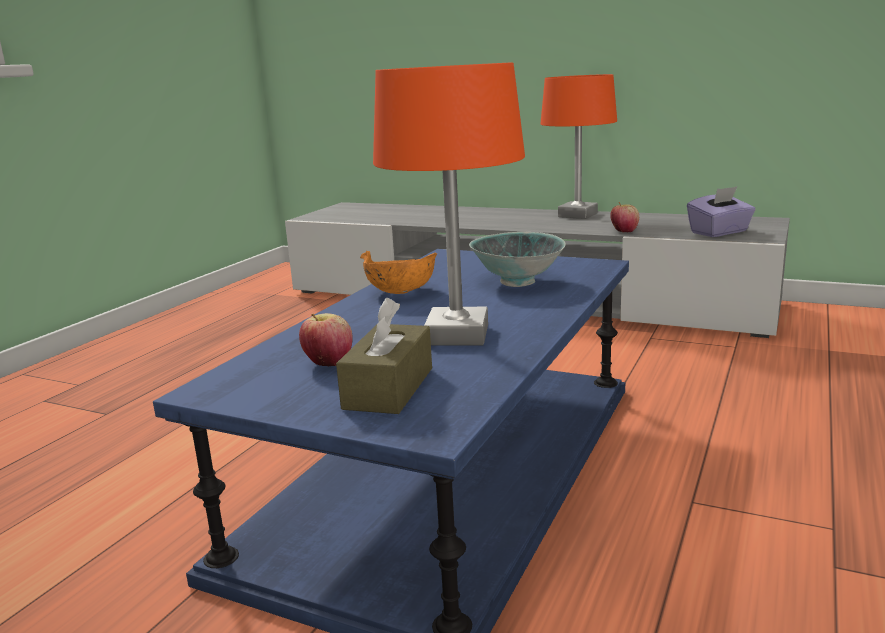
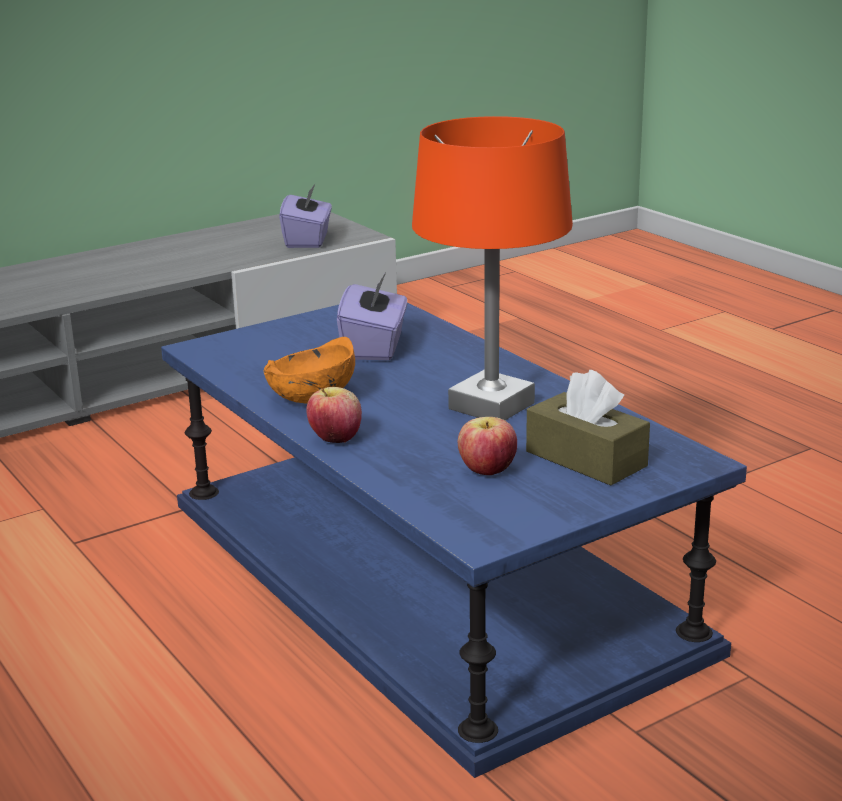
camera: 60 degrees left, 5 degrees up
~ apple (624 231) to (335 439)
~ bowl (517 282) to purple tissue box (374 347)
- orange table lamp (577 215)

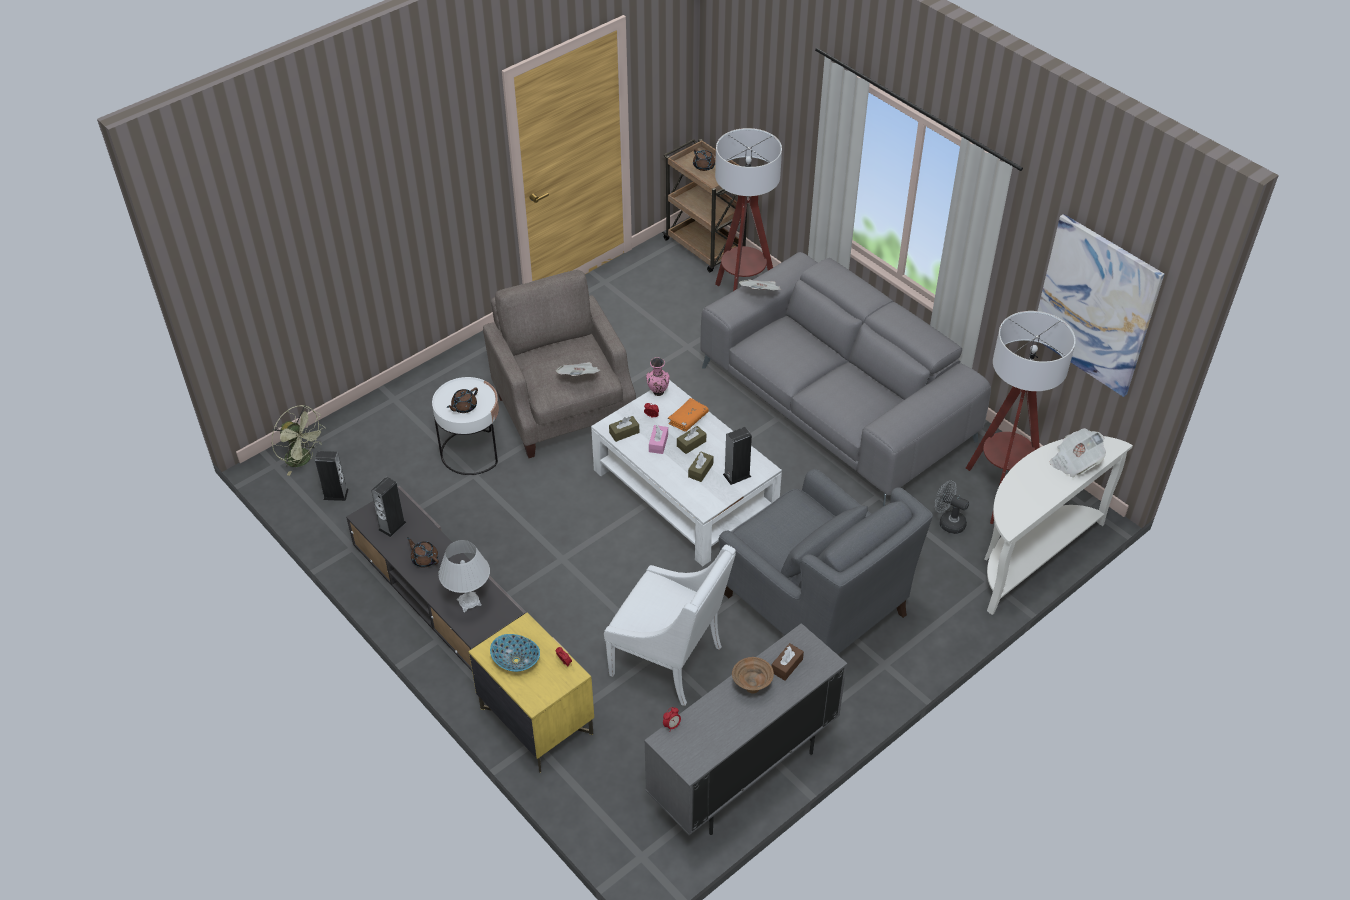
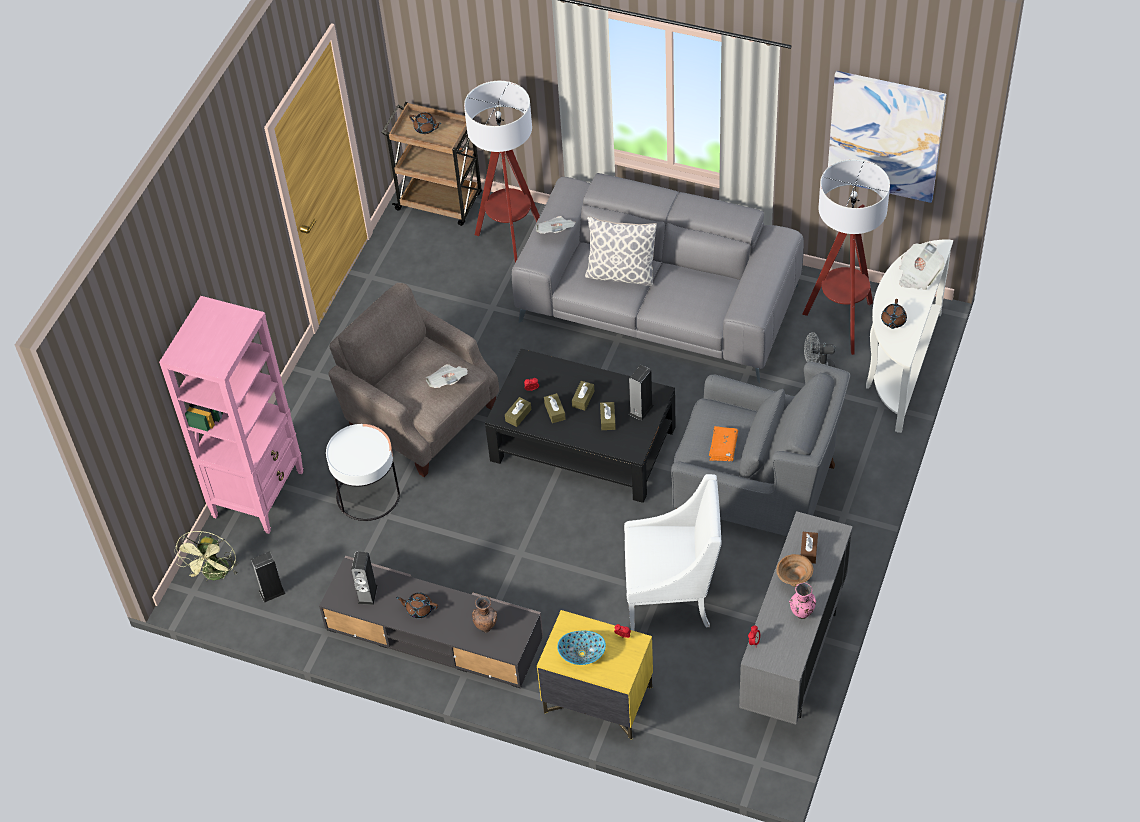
camera: 25 degrees left, 5 degrees up
+ pink bookcase (259 493)
~ green fan (303 460) = (215 575) 90 degrees clockwise
~ white table lamp (469 602) to brown vase (486 627)
~ white coffee table (685 492) to black coffee table (583 444)
~ pink tissue box (658 443) to brown tissue box (555 411)
+ pillow (620 274)
~ orange book (688 419) to (723 447)
~ pink vase (657 393) to (801 615)
~ brown teapot (464 407) to (893 321)

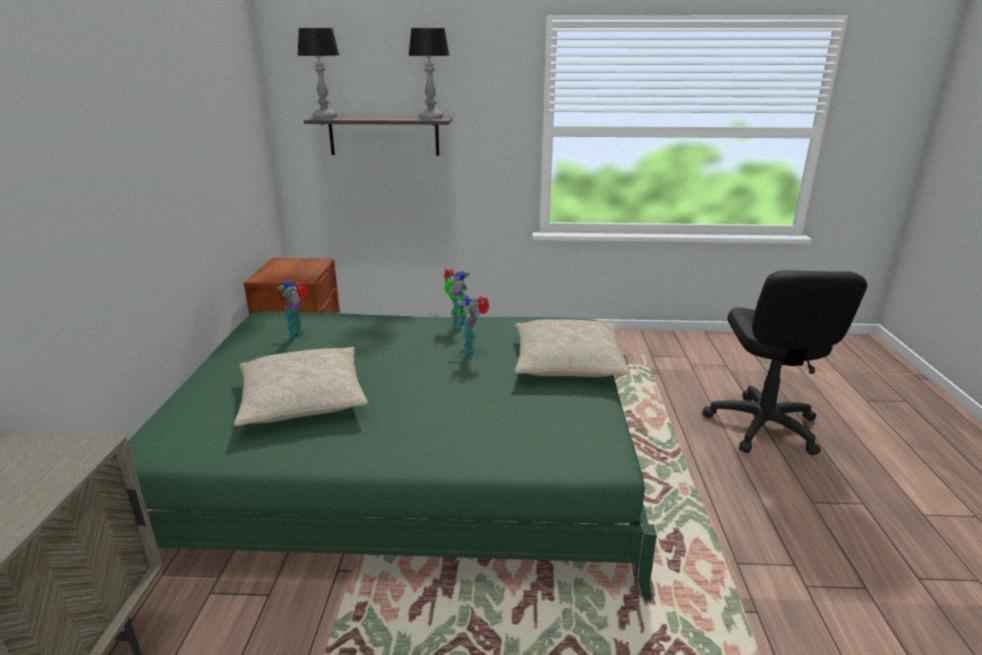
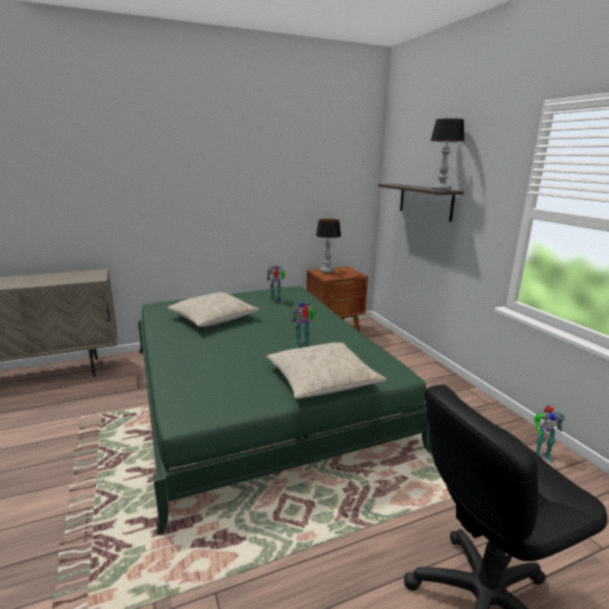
camera: 65 degrees right, 5 degrees down
~ table lamp (324 117) to (327 271)
~ toy robot (458 324) to (541 454)

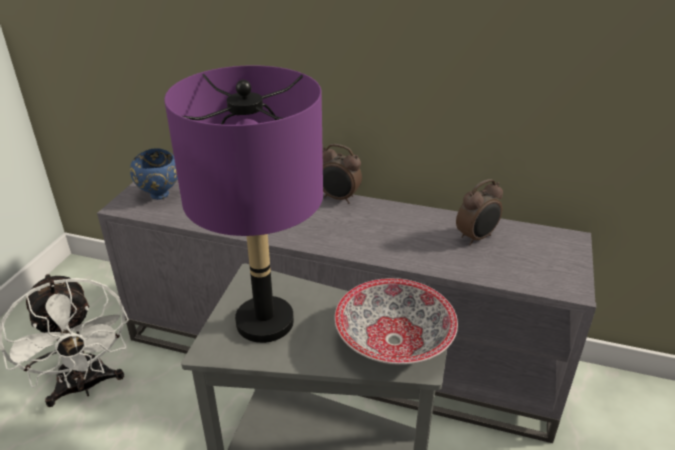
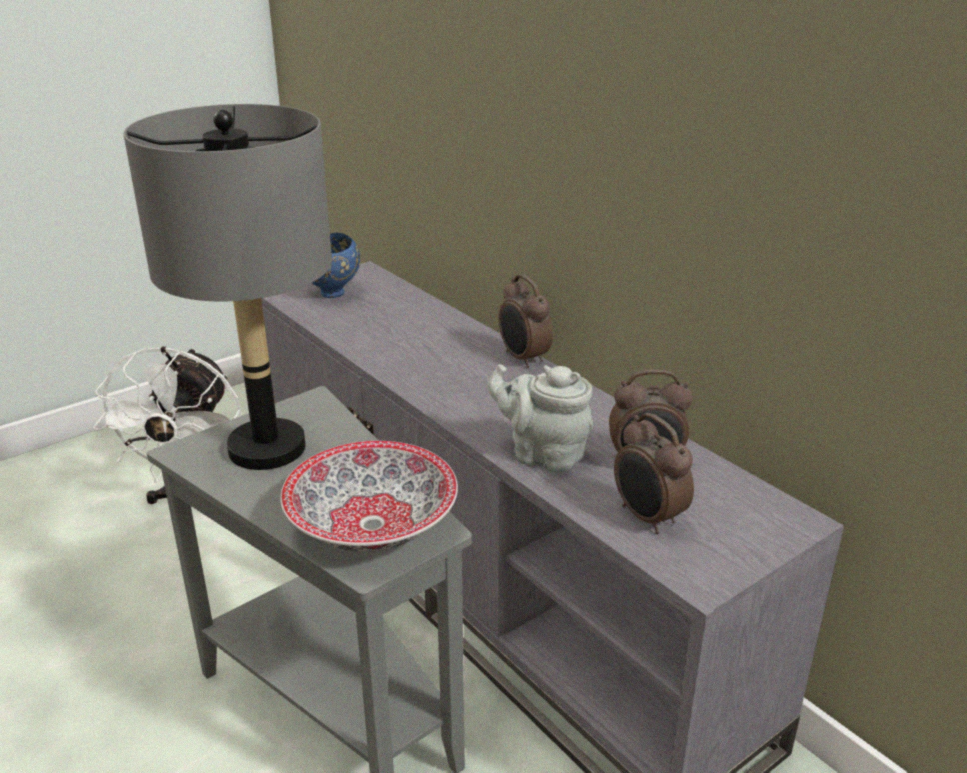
camera: 35 degrees right, 5 degrees down
~ purple table lamp (265 322) to grey table lamp (267 449)
+ grey teapot (543 454)
+ alarm clock (647 518)

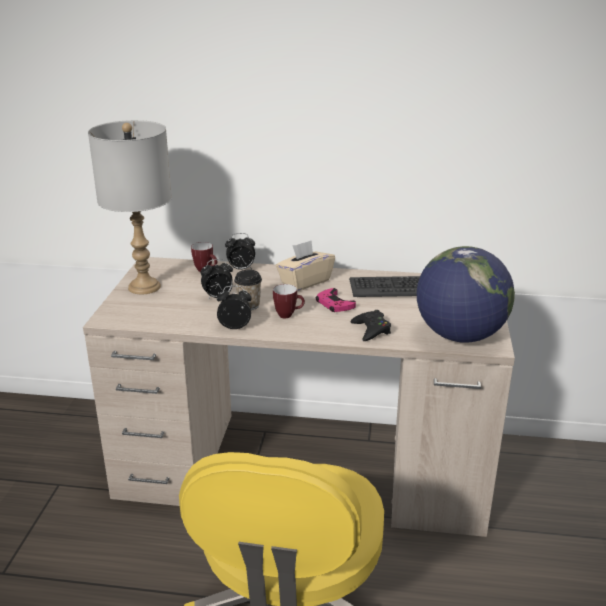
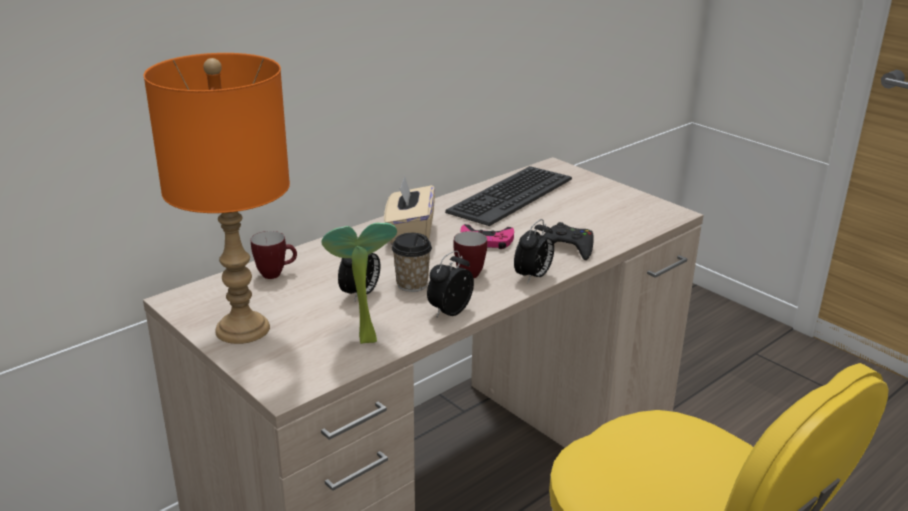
camera: 50 degrees left, 0 degrees up
~ grey table lamp (144 287) to orange table lamp (241 329)
+ potted plant (362 337)
~ alarm clock (241 269) to (533 277)
- globe (460 336)

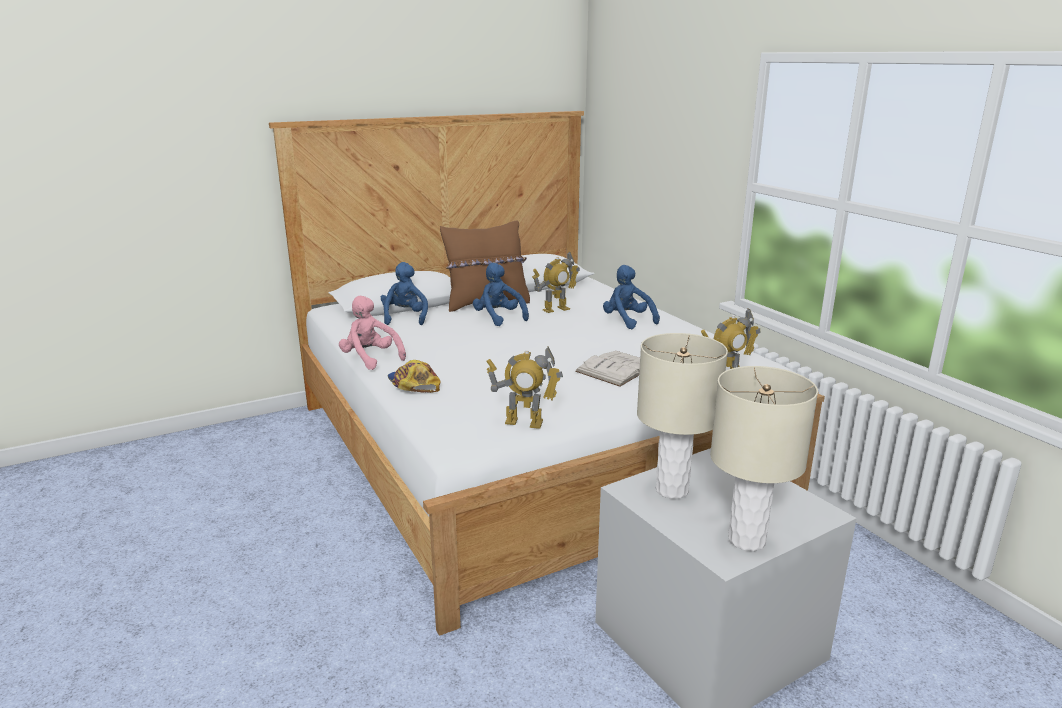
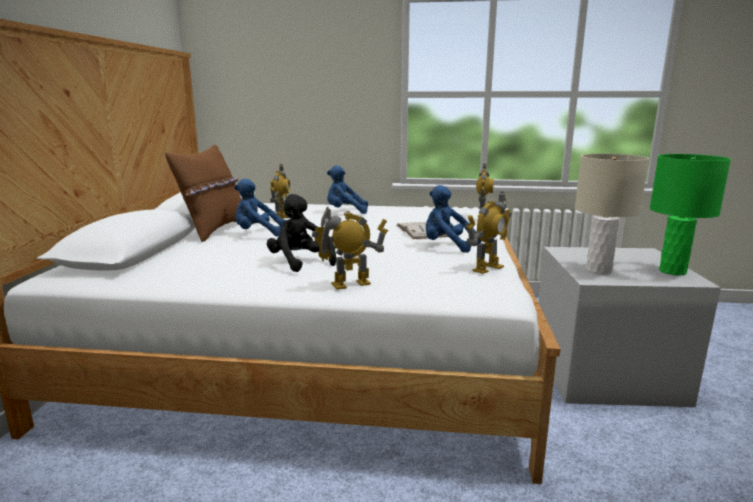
camera: 55 degrees left, 5 degrees down
+ black plush toy (300 262)
~ cap (413 384) to toy robot (351 284)
~ blue plush toy (404 318) to (447 246)
~ beige table lamp (746 540) to green table lamp (672 271)
- pink plush toy (370 359)

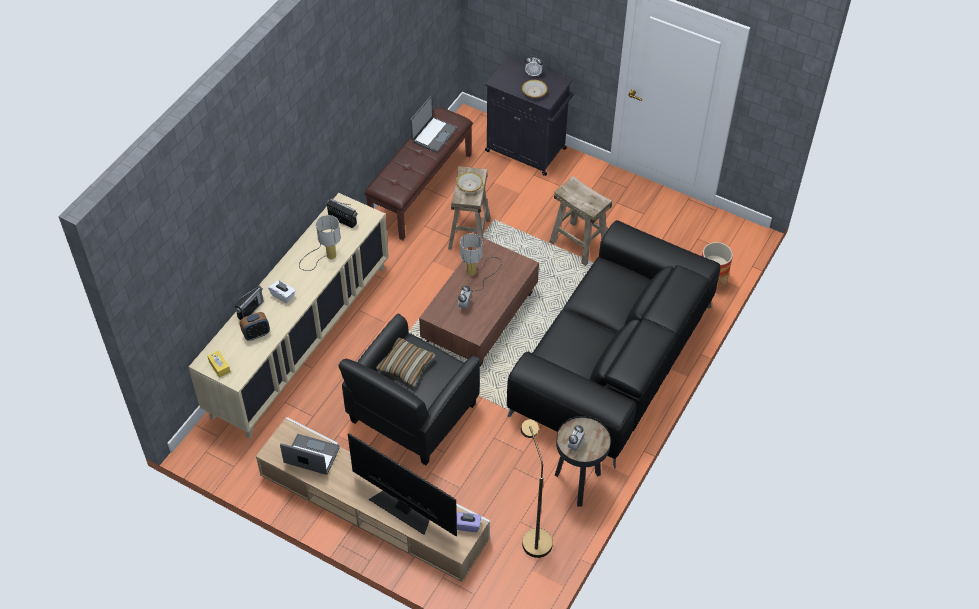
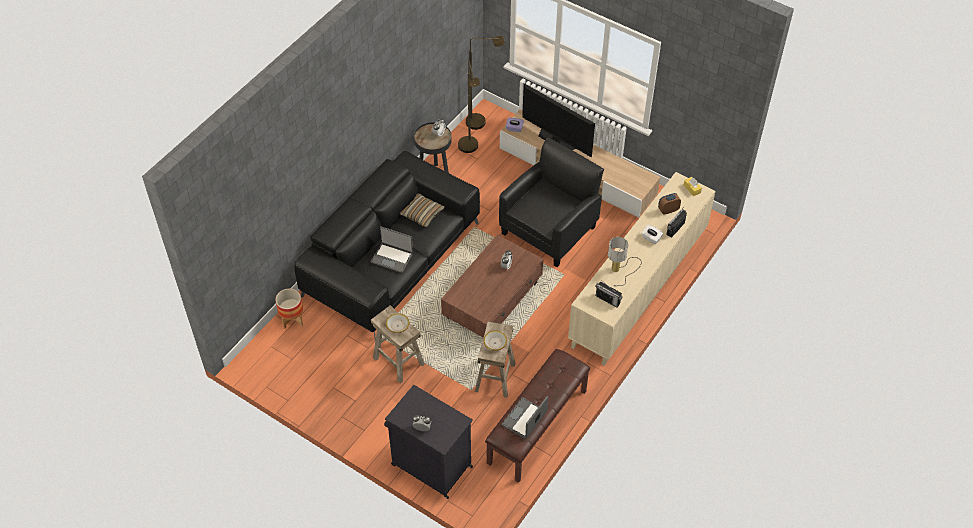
camera: 175 degrees left, 0 degrees up
~ laptop (311 456) to (392 257)
~ bowl (534 92) to (397 326)
~ pillow (406 366) to (422 214)
+ brown floor lamp (481 122)
- table lamp (477 272)

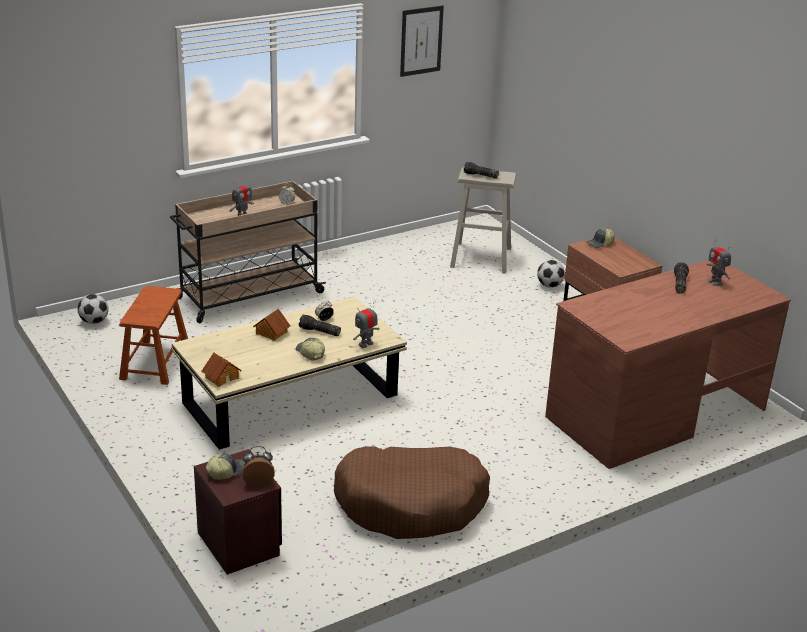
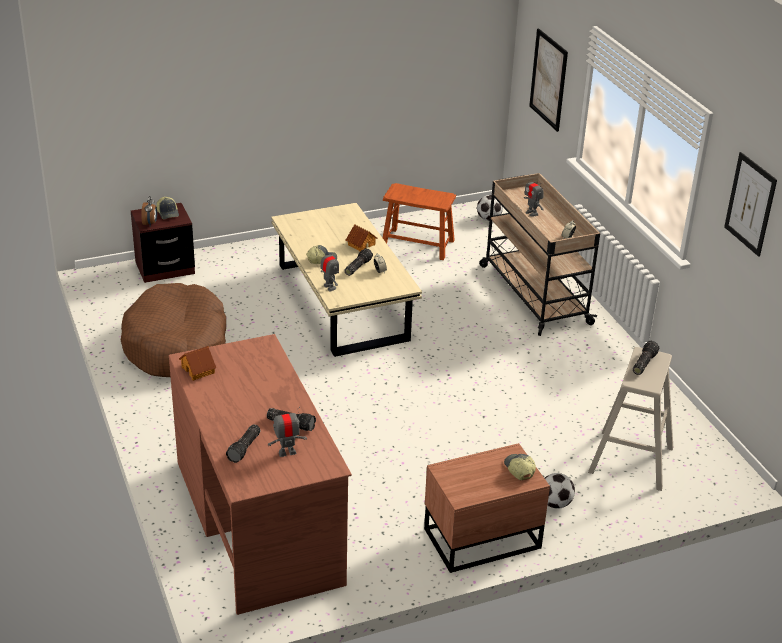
camera: 100 degrees right, 5 degrees up
~ toy house (221 377) to (198 370)
+ flashlight (245 449)
+ picture (548 79)

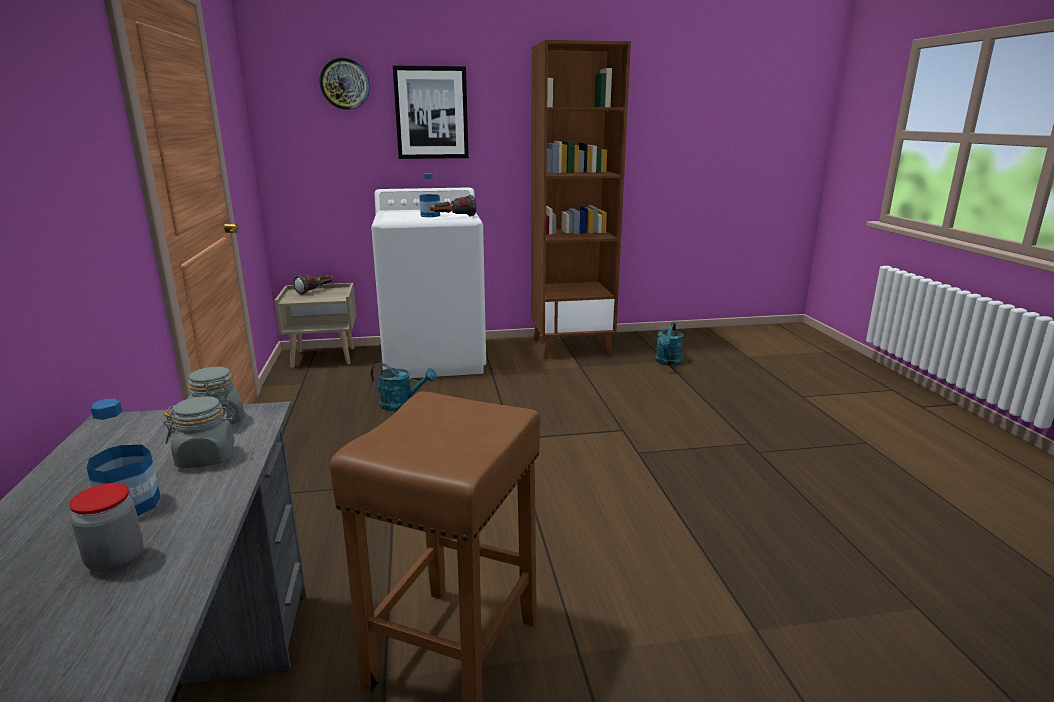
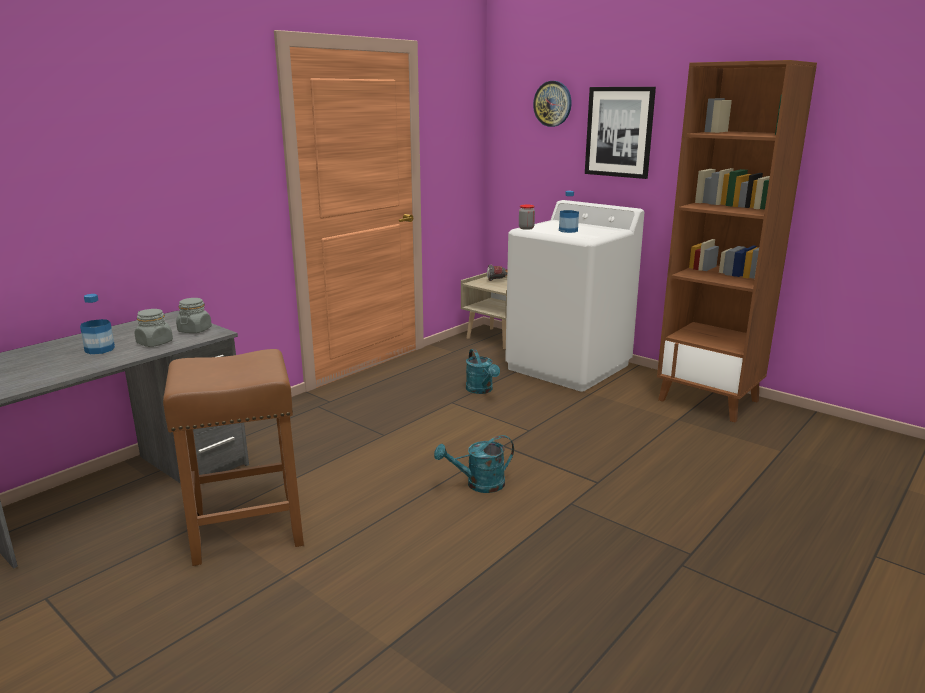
camera: 50 degrees right, 0 degrees up
~ turquoise watering can (667 362) to (478 485)
~ jar (116 560) to (526 228)
- flashlight (453 217)

